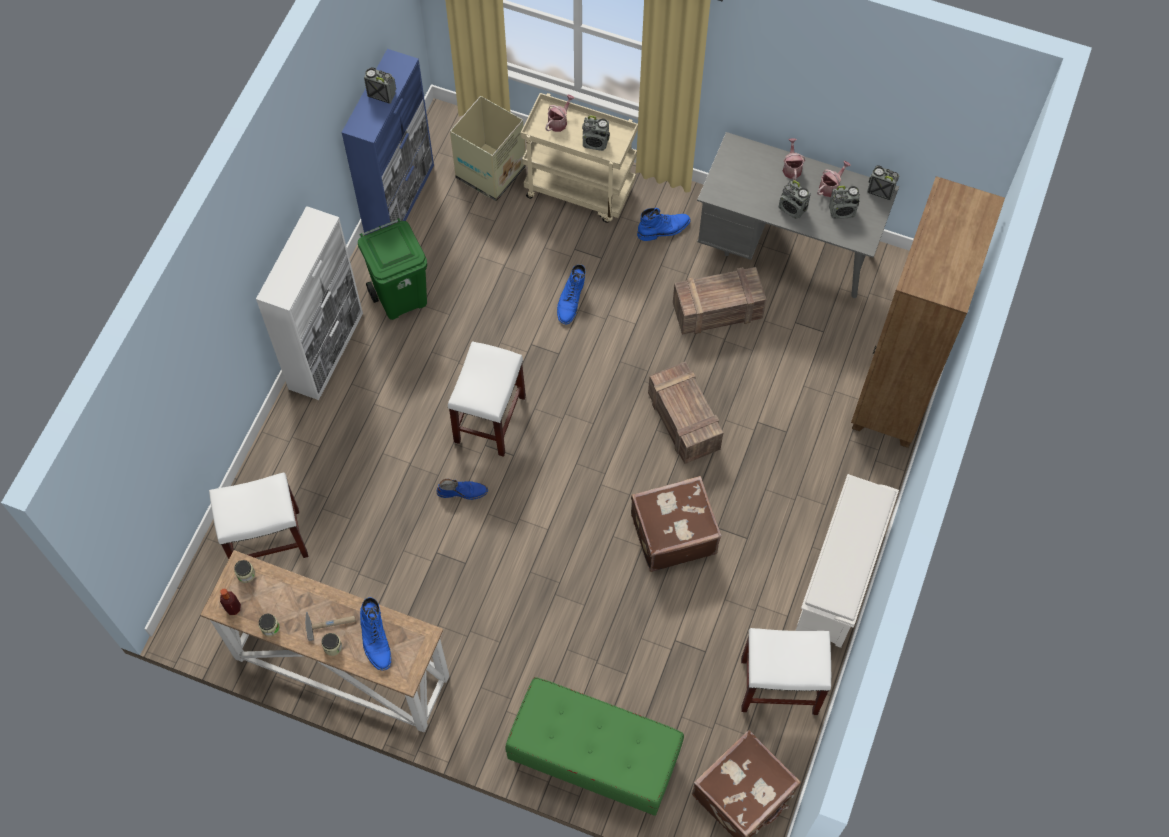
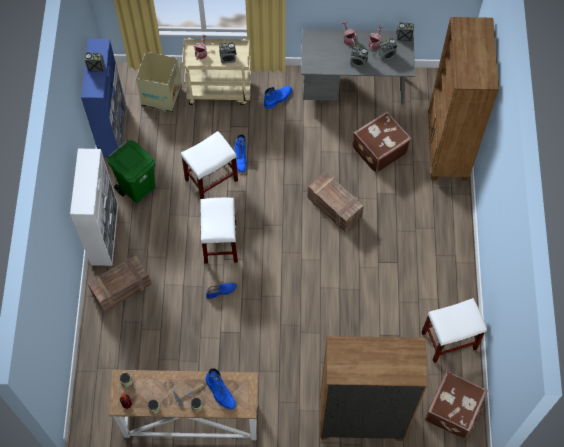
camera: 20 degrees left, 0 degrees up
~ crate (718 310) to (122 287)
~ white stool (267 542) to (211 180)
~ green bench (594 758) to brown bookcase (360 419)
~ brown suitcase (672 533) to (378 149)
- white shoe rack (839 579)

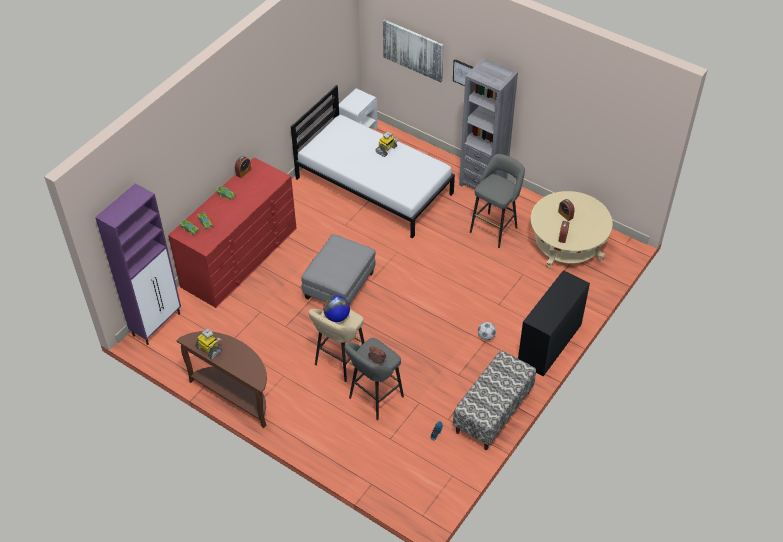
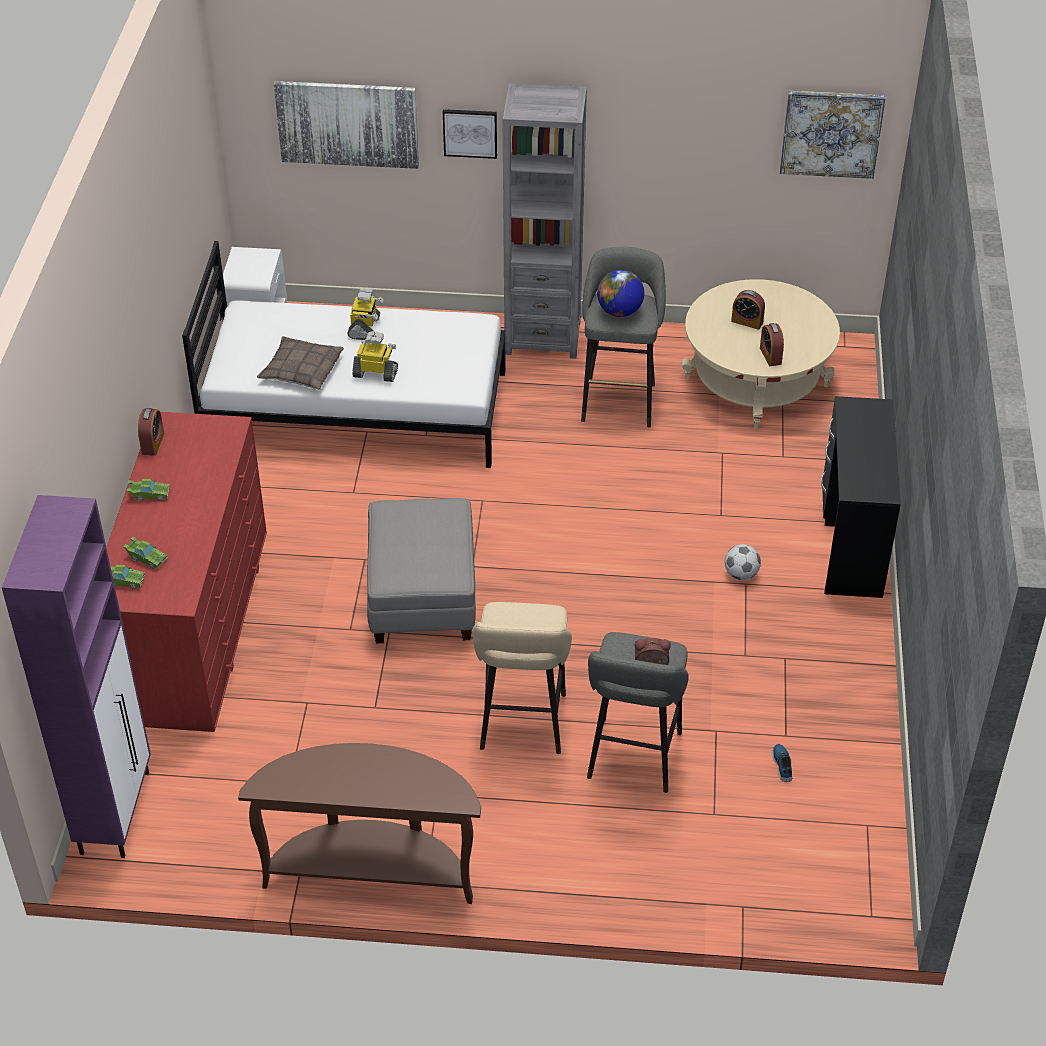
camera: 30 degrees left, 5 degrees down
+ pillow (301 370)
~ toy robot (209 349) to (376 373)
~ globe (337 317) to (619 311)
+ picture (831 133)
- bench (493 412)

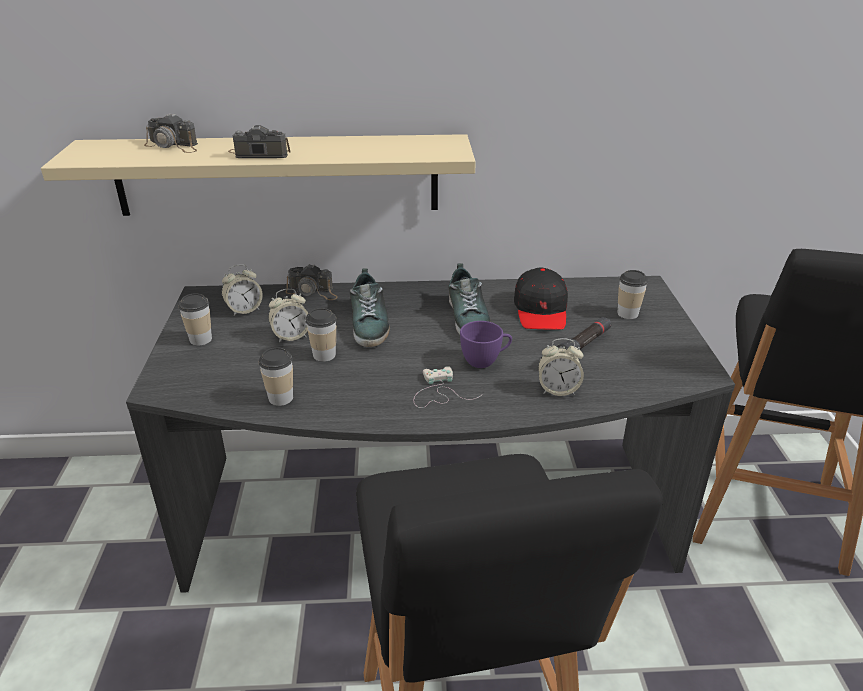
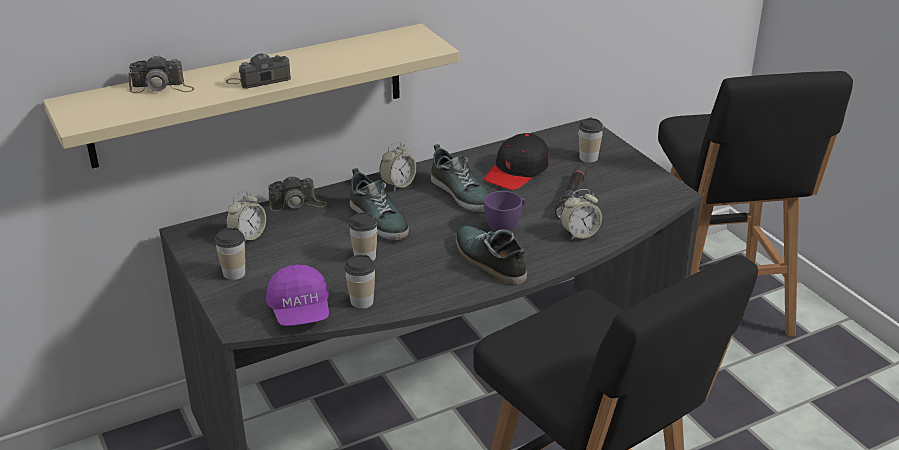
camera: 25 degrees left, 0 degrees up
+ purple cap (300 311)
~ alarm clock (291 336) to (398 184)
~ white game controller (438 392) to shoe (489 261)
~ black cap (541 310) = (517 171) 60 degrees clockwise

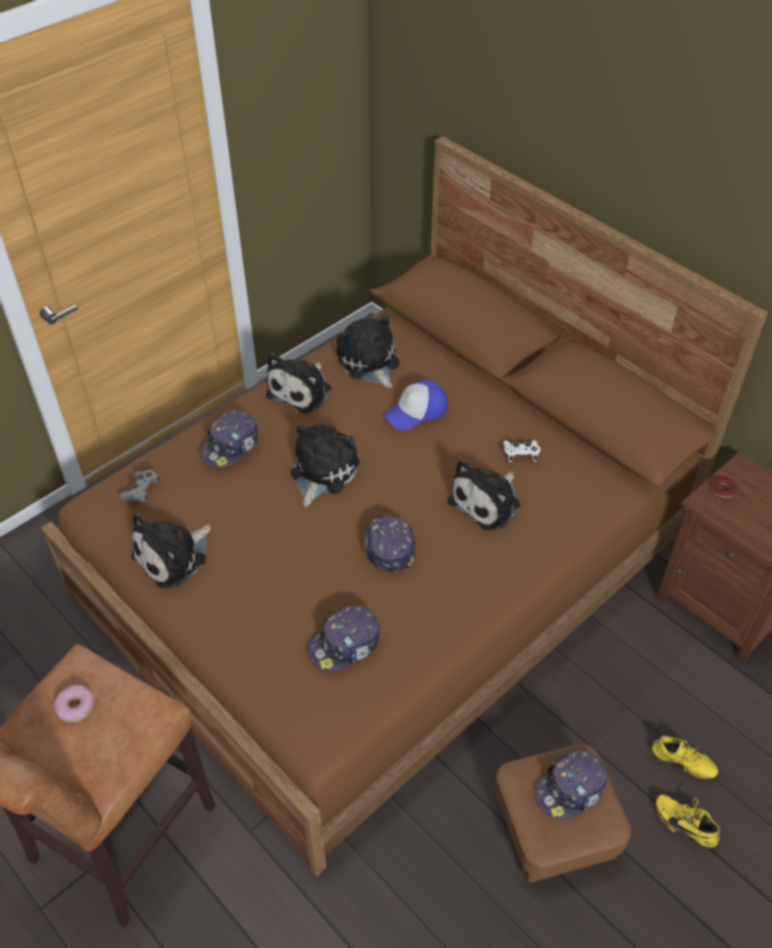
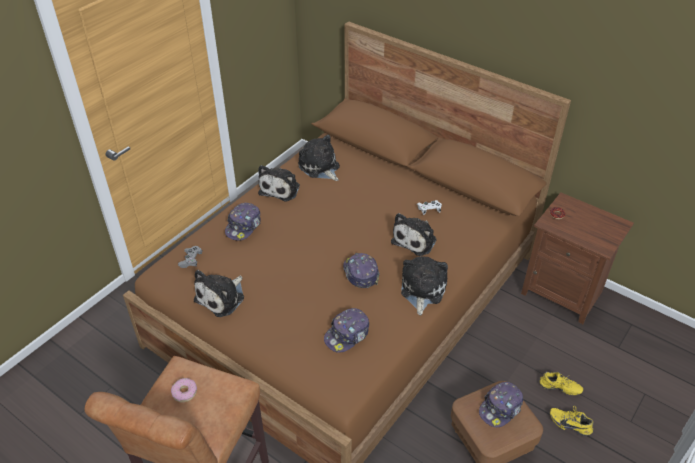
camera: 10 degrees left, 5 degrees down
~ plush toy (322 472) to (422 290)
- cap (417 411)

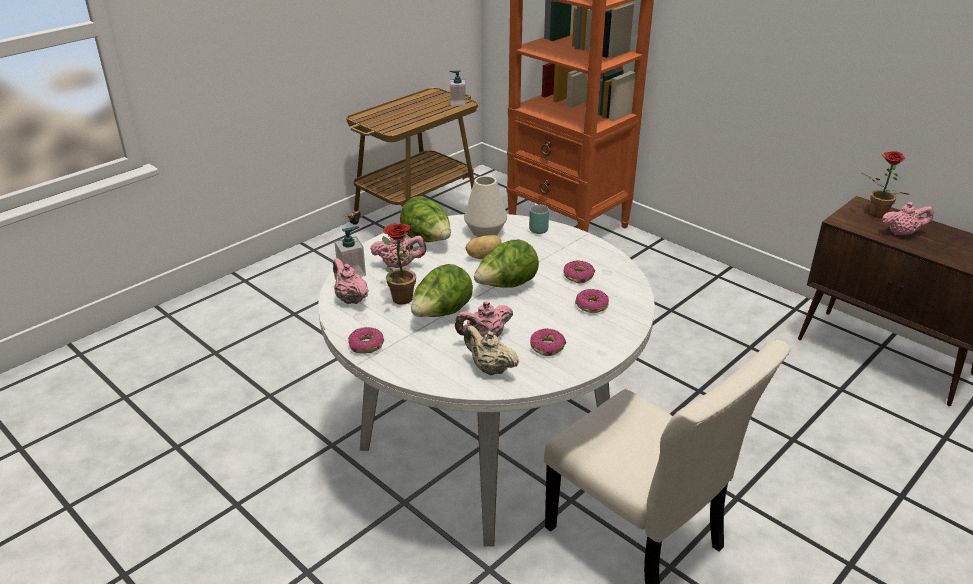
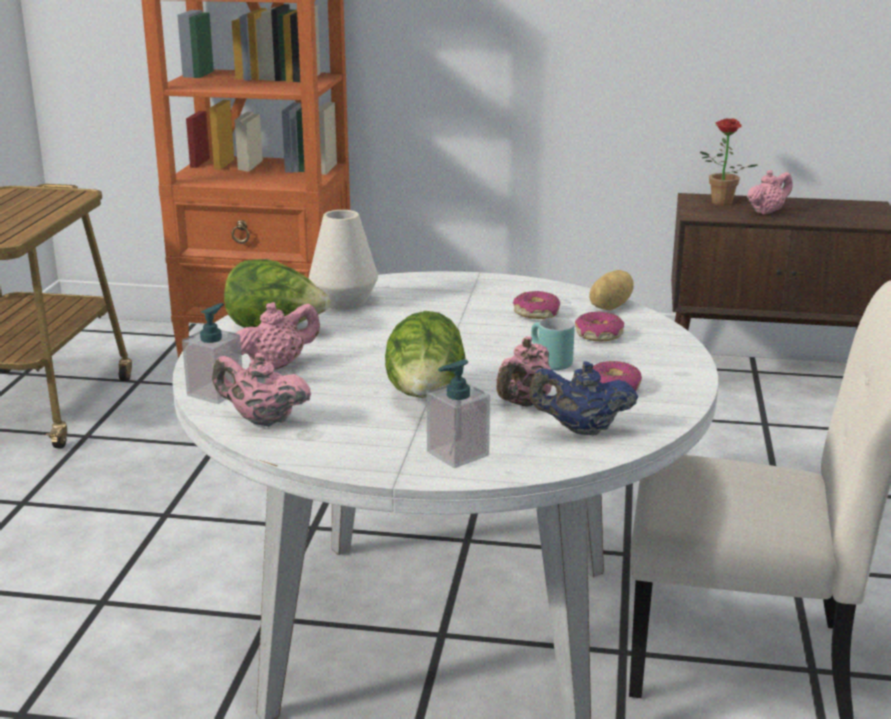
camera: 35 degrees left, 10 degrees down
~ soap dispenser (457 103) to (457 454)
~ beige teapot (489 368) to blue teapot (581 430)
~ turquoise mug (537 228) to (547 362)
~ potato (484 256) to (608 307)
- donut (366 345)
- potted plant (398 297)
- lettuce (506 286)

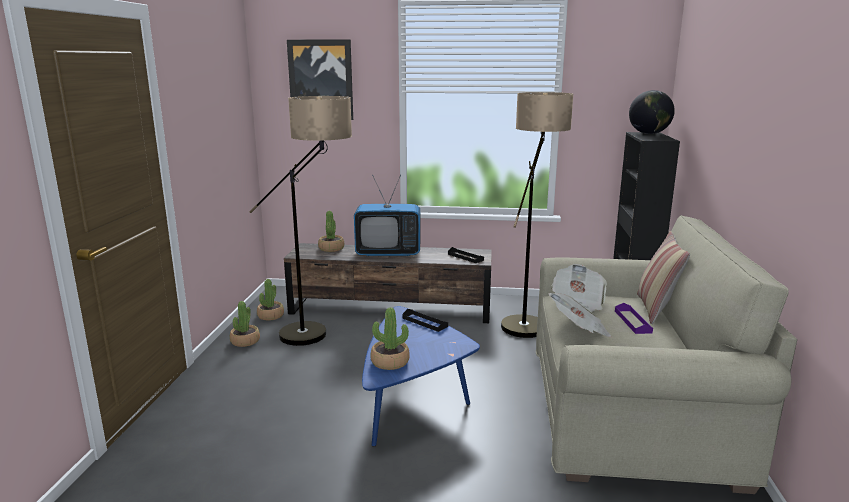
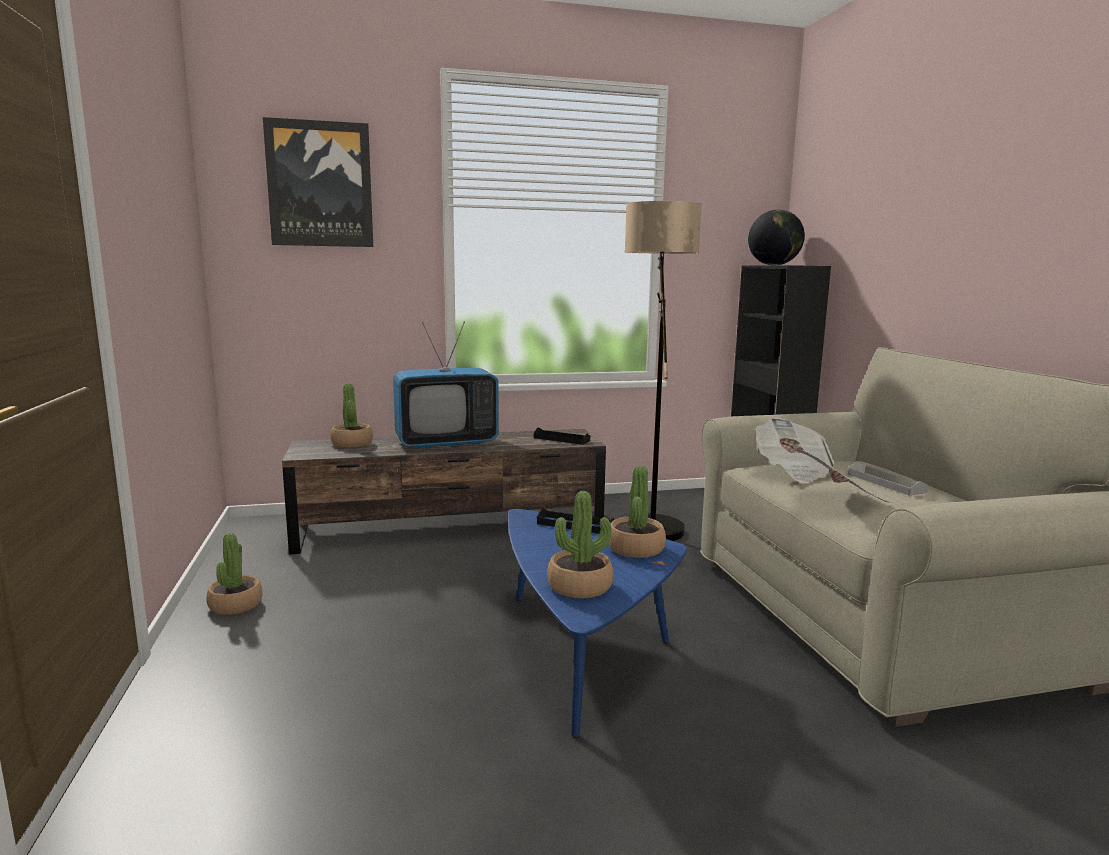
camera: 20 degrees left, 5 degrees down
~ potted plant (270 316) to (635 548)
~ purple tray (632 321) to grey tray (886 483)
- floor lamp (318 338)
- pillow (656 309)

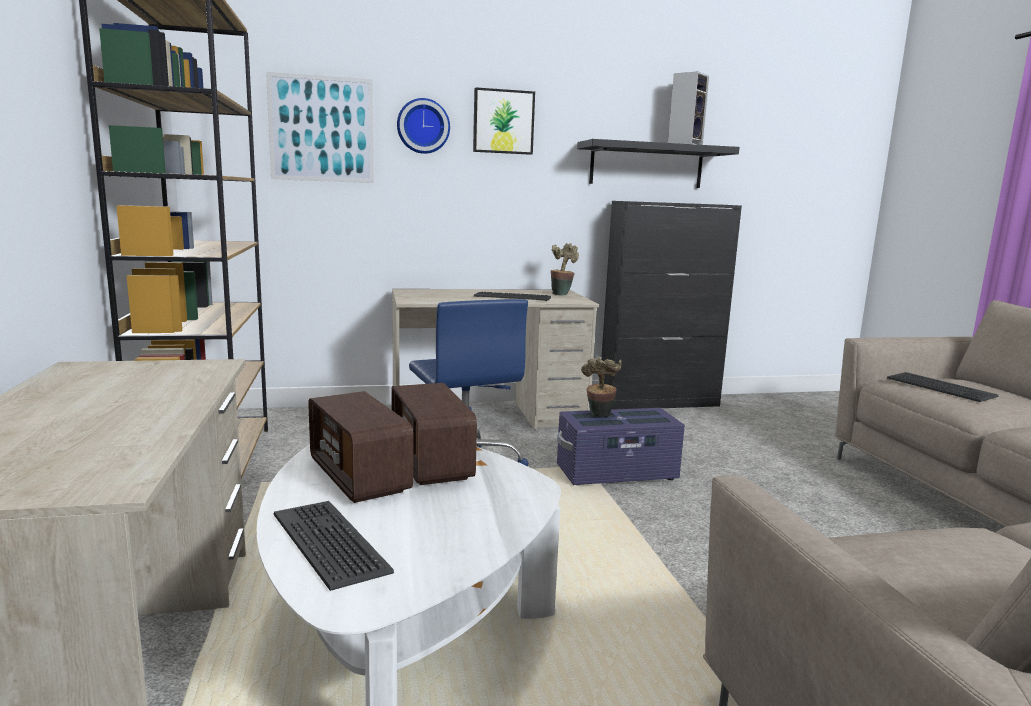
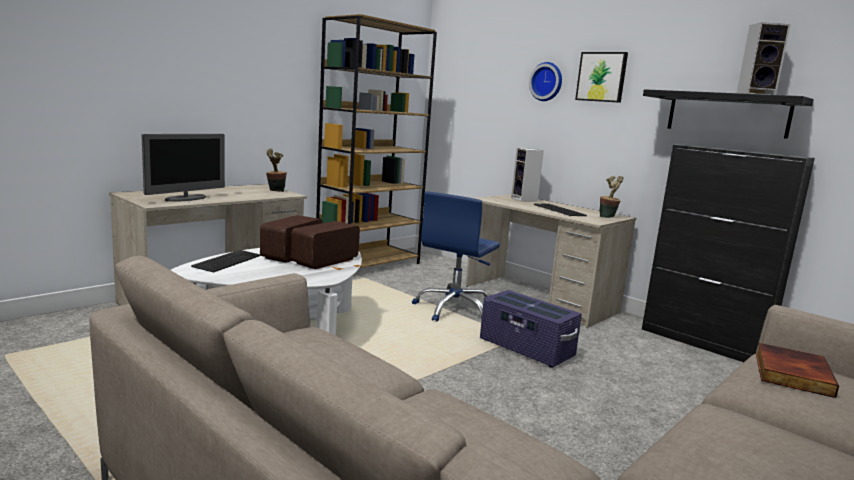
camera: 55 degrees right, 0 degrees up
+ monitor (186 198)
~ potted plant (599 416) to (275 191)
+ speaker (525 200)
~ keyboard (939 387) to book (790 373)
- picture (321 129)

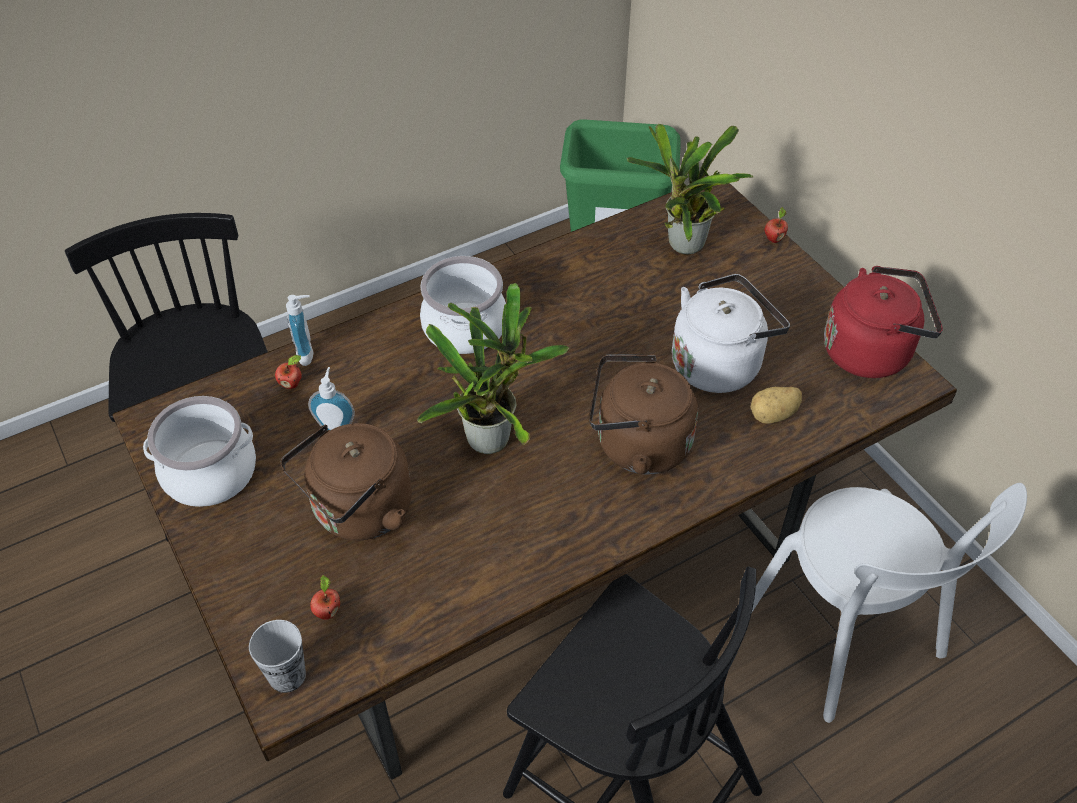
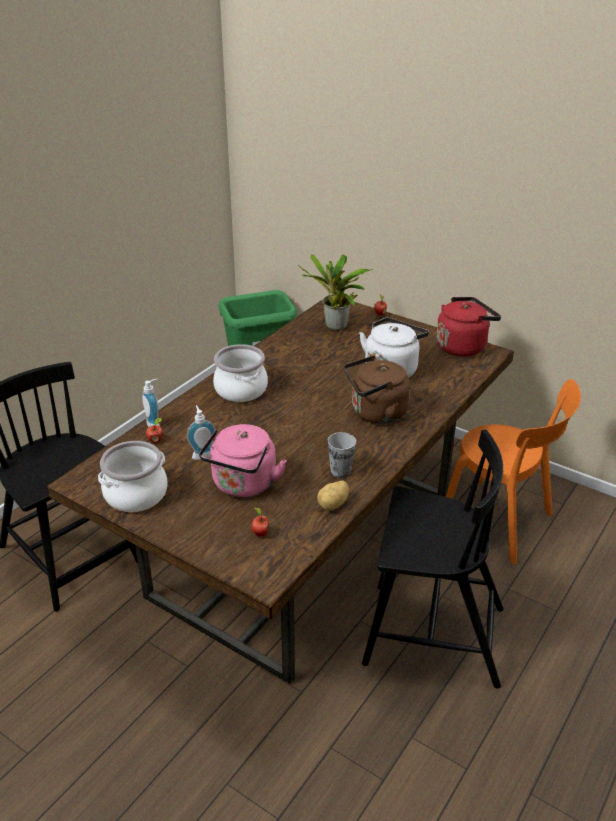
camera: 25 degrees left, 15 degrees down
~ brown kettle (358 512) to pink kettle (243 485)
~ potato (773 415) to (333 504)
~ cup (287 675) to (340 471)
~ white chair (848 639) to orange chair (500 523)
- potted plant (492 436)

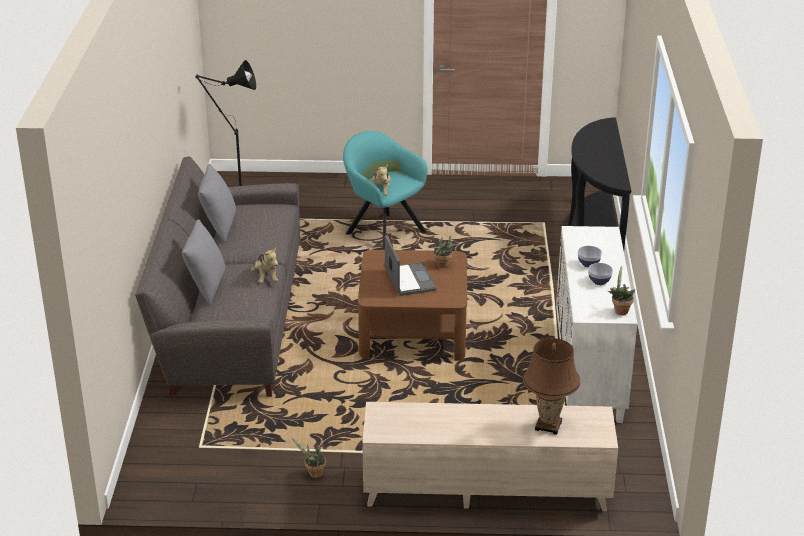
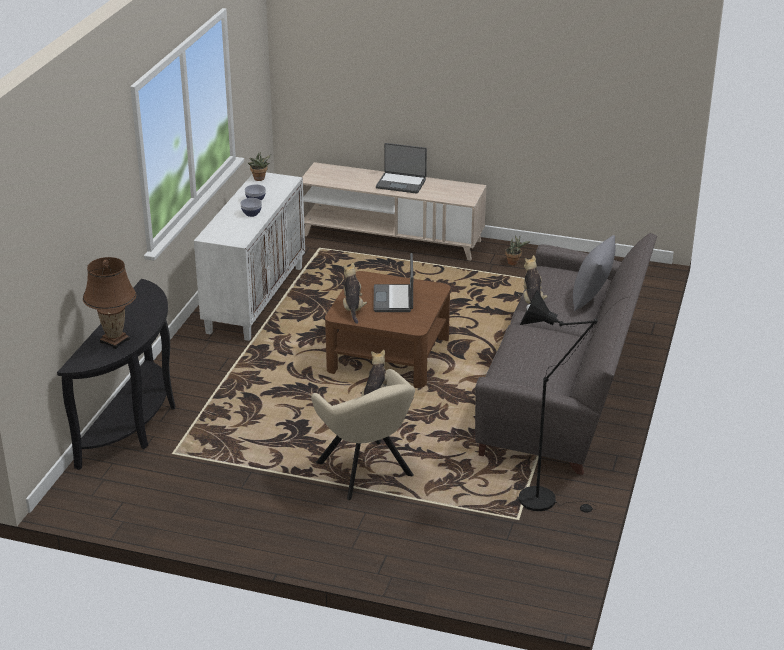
camera: 165 degrees left, 0 degrees up
~ brown table lamp (548 426) to (115 341)
~ turquoise armchair (383 231) to beige armchair (367 473)
~ potted plant (444 265) to plush toy (353 308)
+ laptop (401 183)
- grey pillow (219 227)

